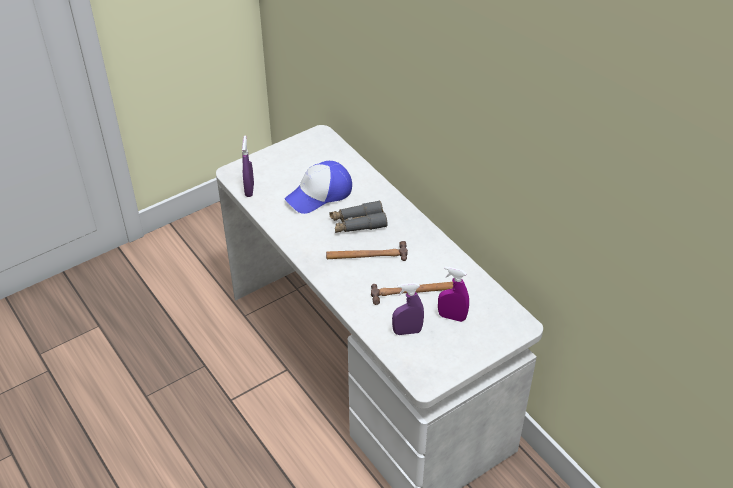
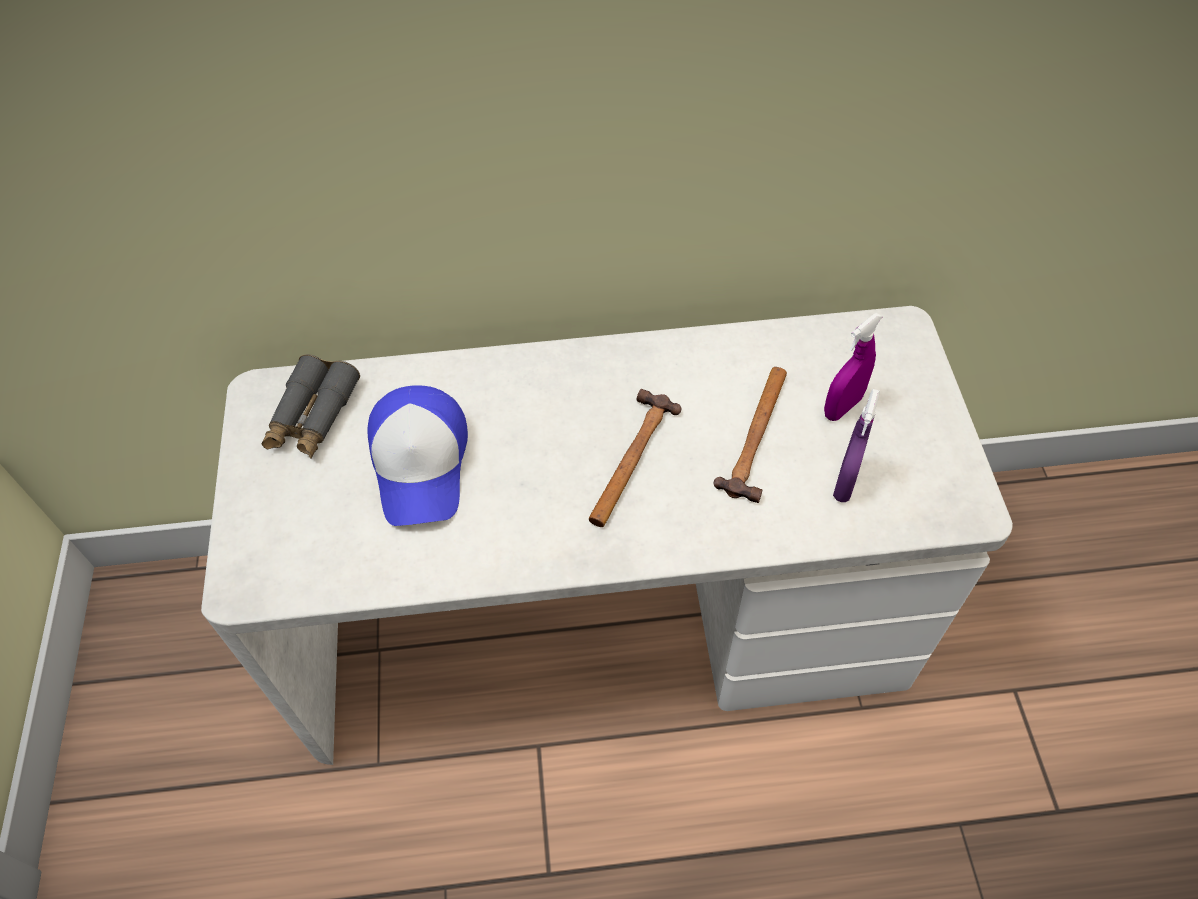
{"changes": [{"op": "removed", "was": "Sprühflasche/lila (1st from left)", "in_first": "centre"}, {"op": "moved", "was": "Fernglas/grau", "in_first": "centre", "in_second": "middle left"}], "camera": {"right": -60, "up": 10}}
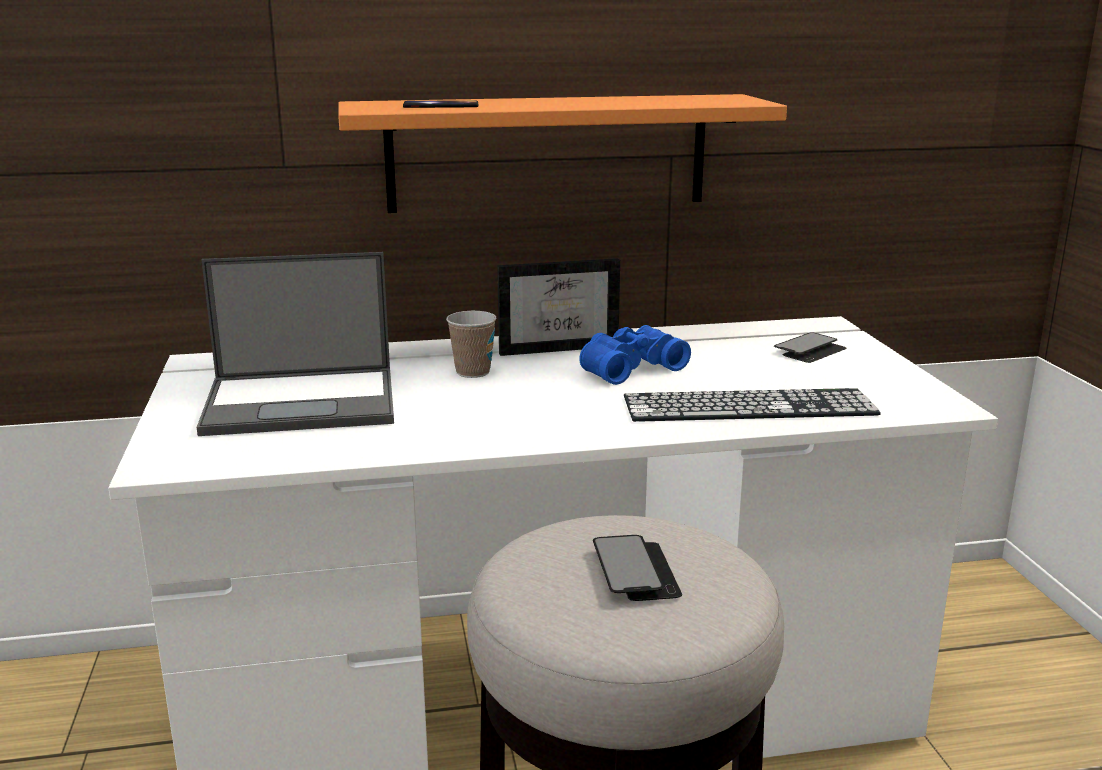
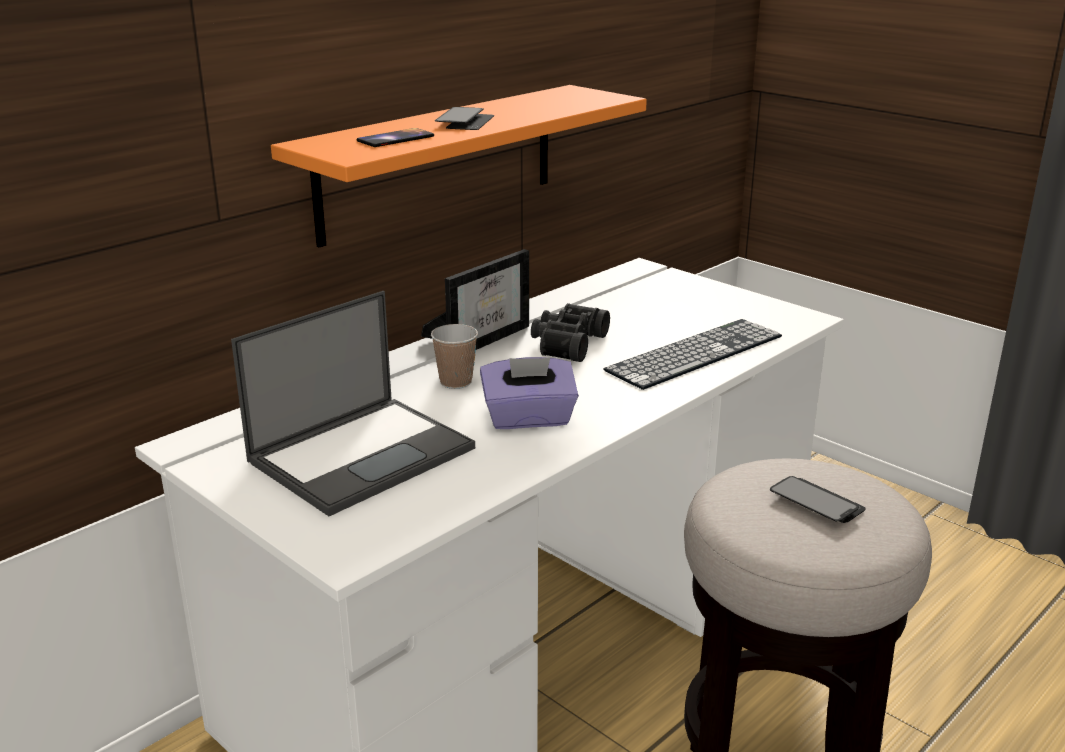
{"changes": [{"op": "recoloured", "was": "Fernglas/blau", "now": "Fernglas/schwarz", "in_first": "centre", "in_second": "centre"}, {"op": "moved", "was": "Handy (3rd from left in the first image)", "now": "Handy (2nd from left)", "in_first": "middle right", "in_second": "top centre"}, {"op": "added", "now": "Taschentuchbox/lila", "in_second": "centre"}], "camera": {"right": -35, "up": 5}}
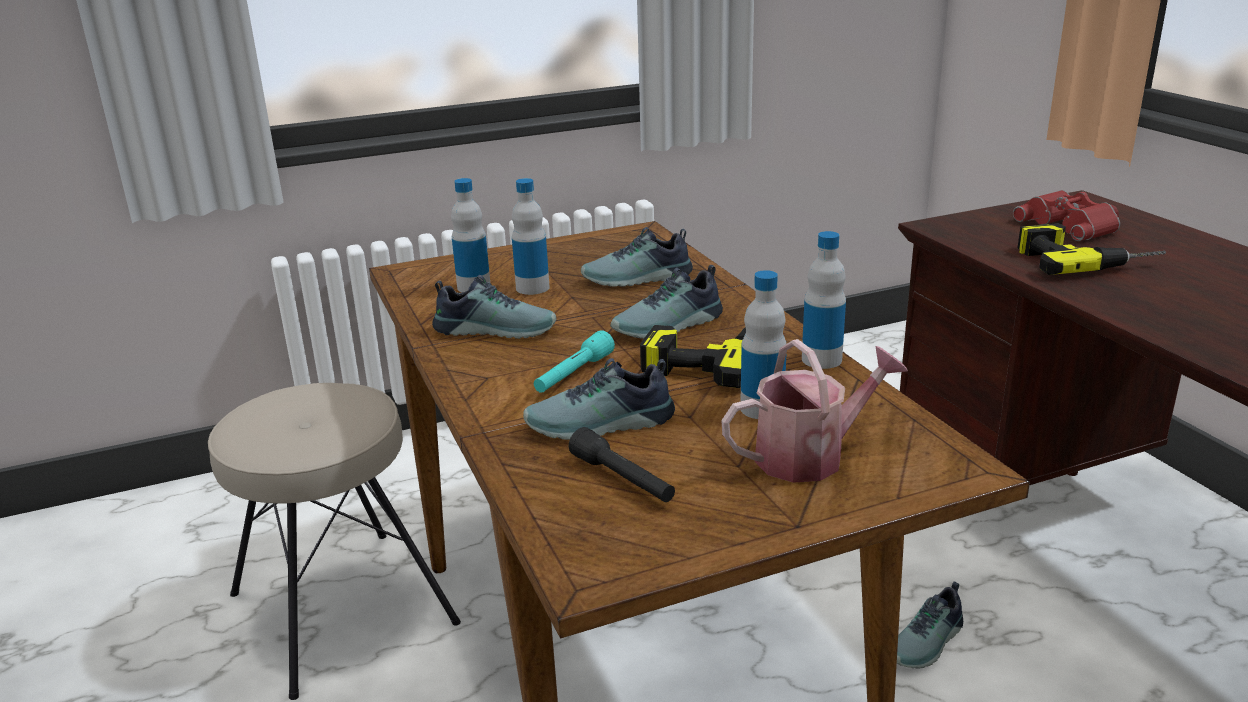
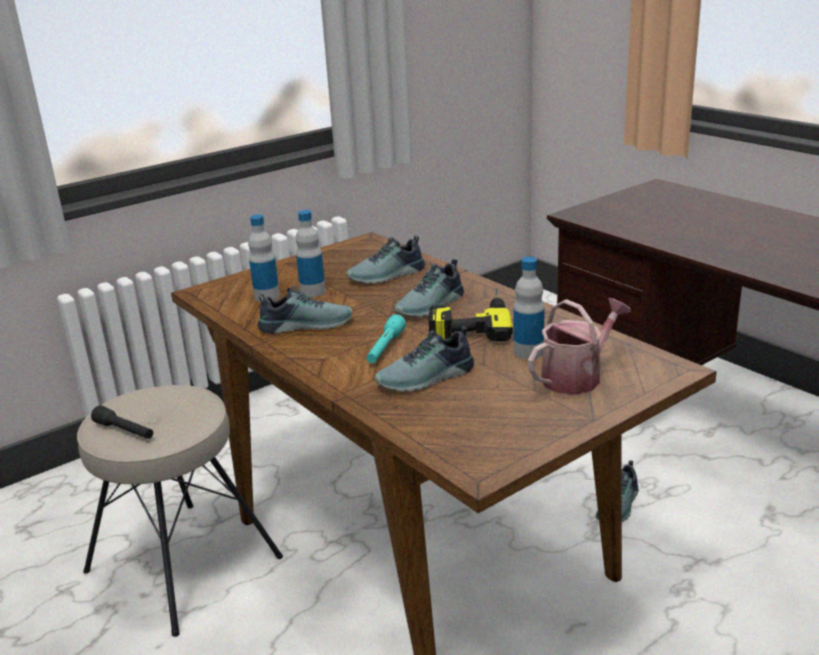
{"changes": [{"op": "moved", "was": "Taschenlampe/schwarz", "in_first": "centre", "in_second": "middle left"}, {"op": "removed", "was": "Flasche (4th from left)", "in_first": "centre"}, {"op": "removed", "was": "Fernglas/rot", "in_first": "top right"}, {"op": "removed", "was": "Bohrmaschine (2nd from left)", "in_first": "middle right"}], "camera": {"right": -15, "up": 0}}
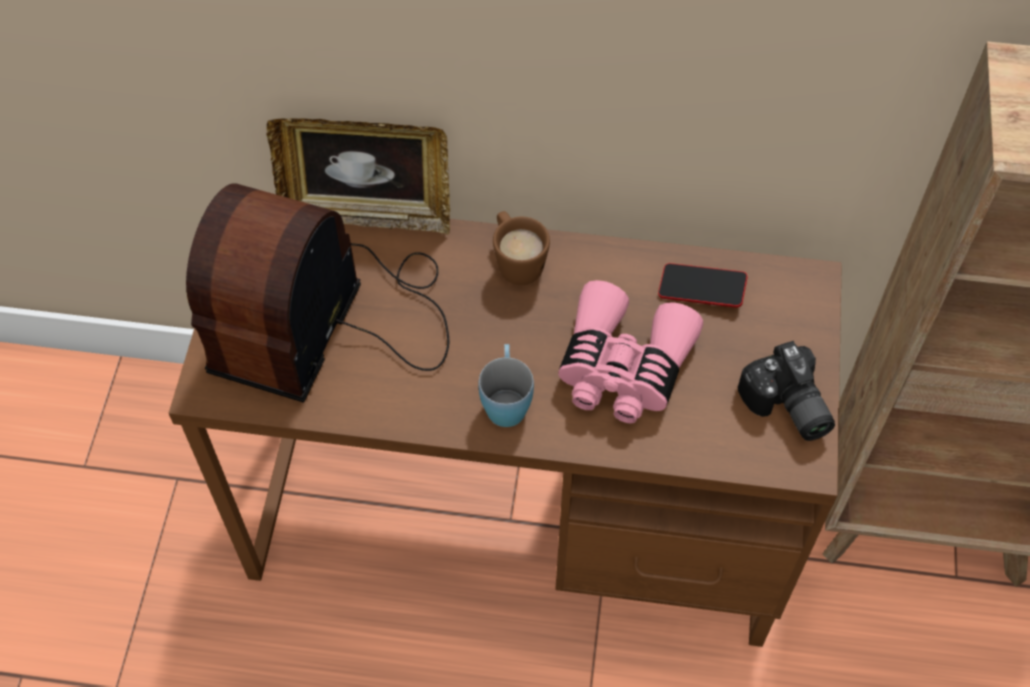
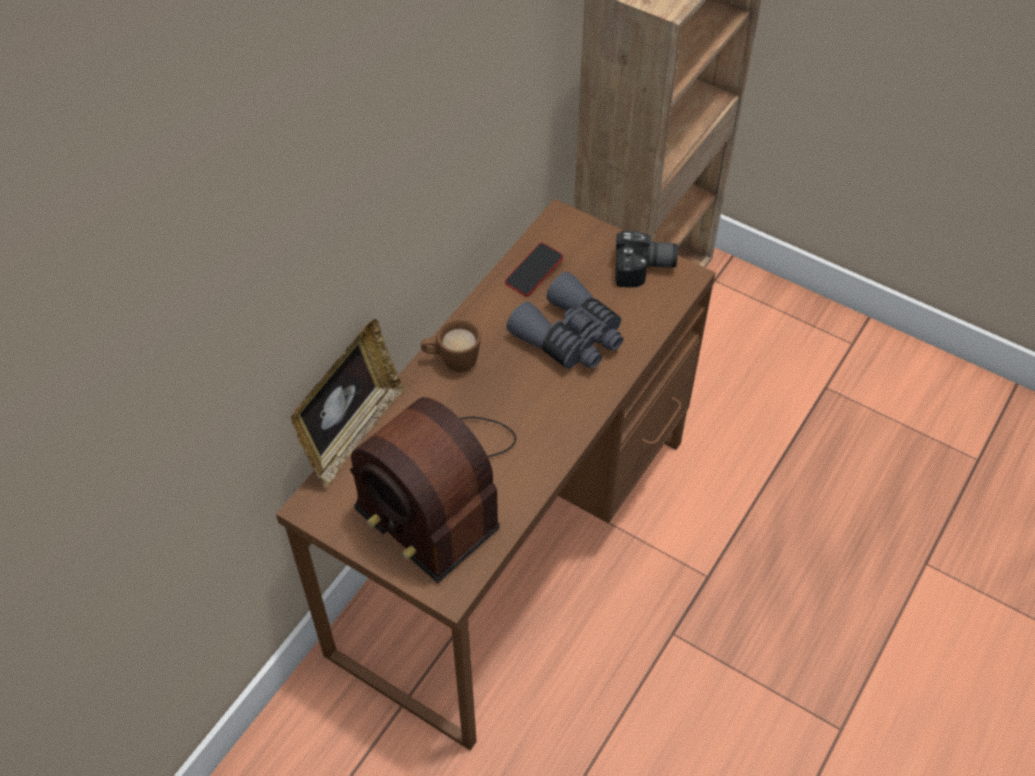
{"changes": [{"op": "removed", "was": "Henkelbecher/blau", "in_first": "centre"}, {"op": "recoloured", "was": "Fernglas/rosa", "now": "Fernglas/grau", "in_first": "centre", "in_second": "centre"}], "camera": {"right": -65, "up": -5}}
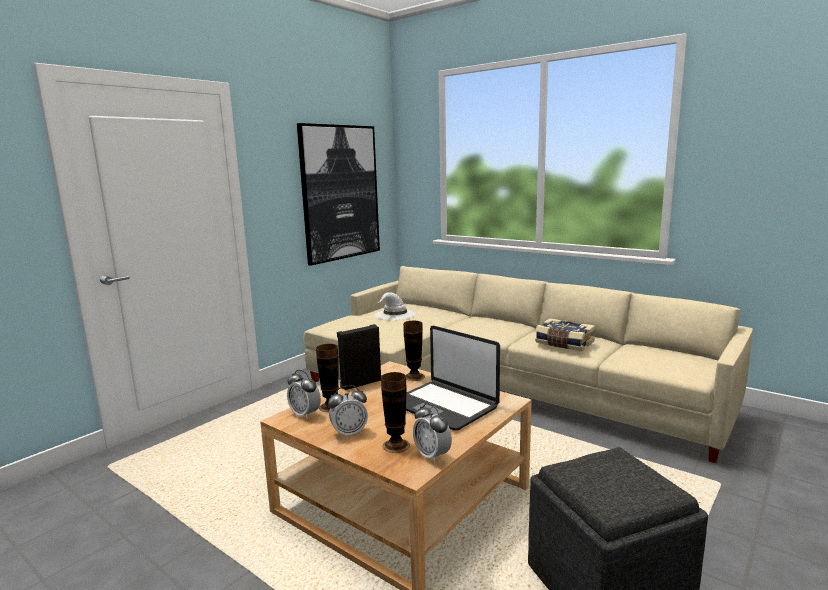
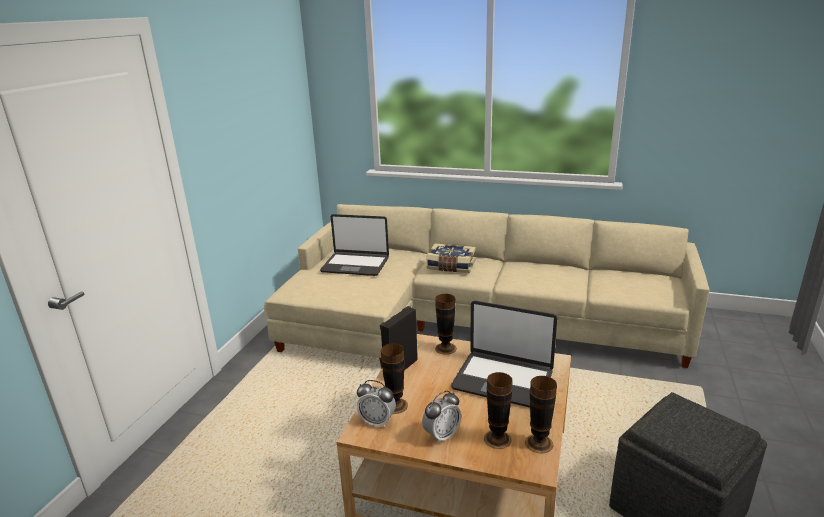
{"changes": [{"op": "removed", "was": "Bild", "in_first": "top centre"}, {"op": "replaced", "was": "Hut/weiß", "now": "Laptop (1st from left)", "in_first": "centre", "in_second": "centre"}, {"op": "replaced", "was": "Wecker (3rd from left)", "now": "Vase (4th from left)", "in_first": "bottom centre", "in_second": "bottom centre"}, {"op": "moved", "was": "Buch", "in_first": "middle right", "in_second": "centre"}], "camera": {"right": -20, "up": 10}}
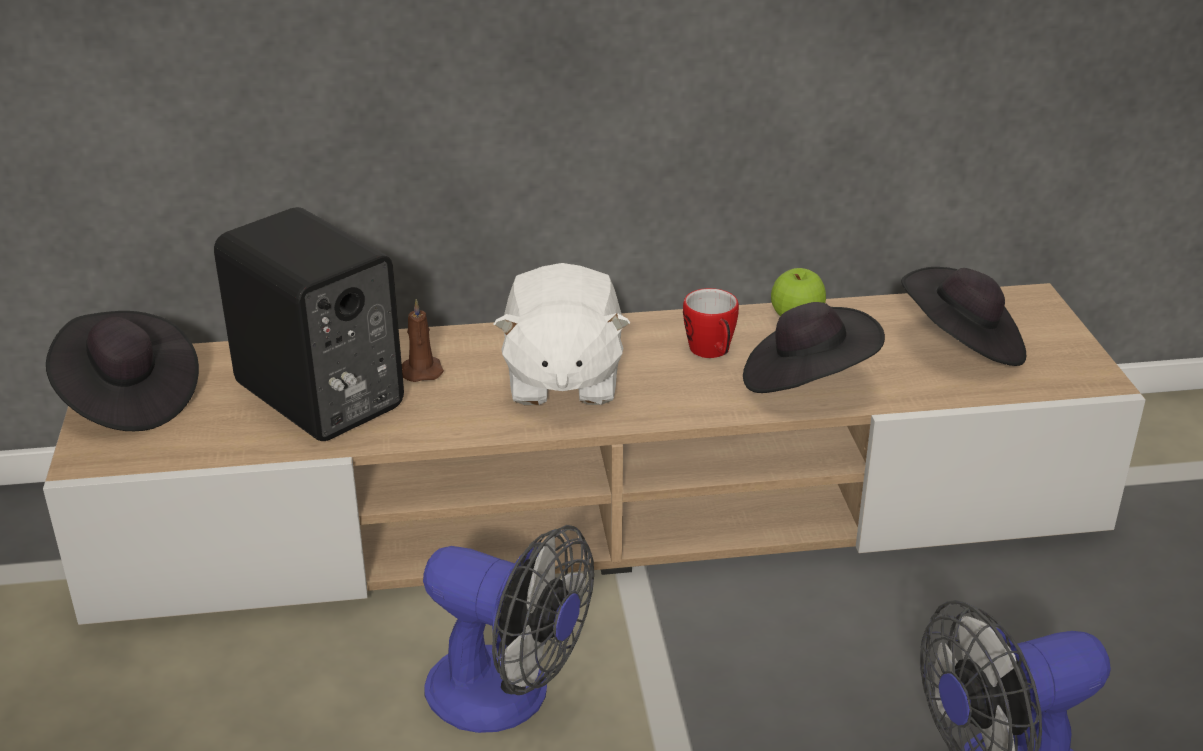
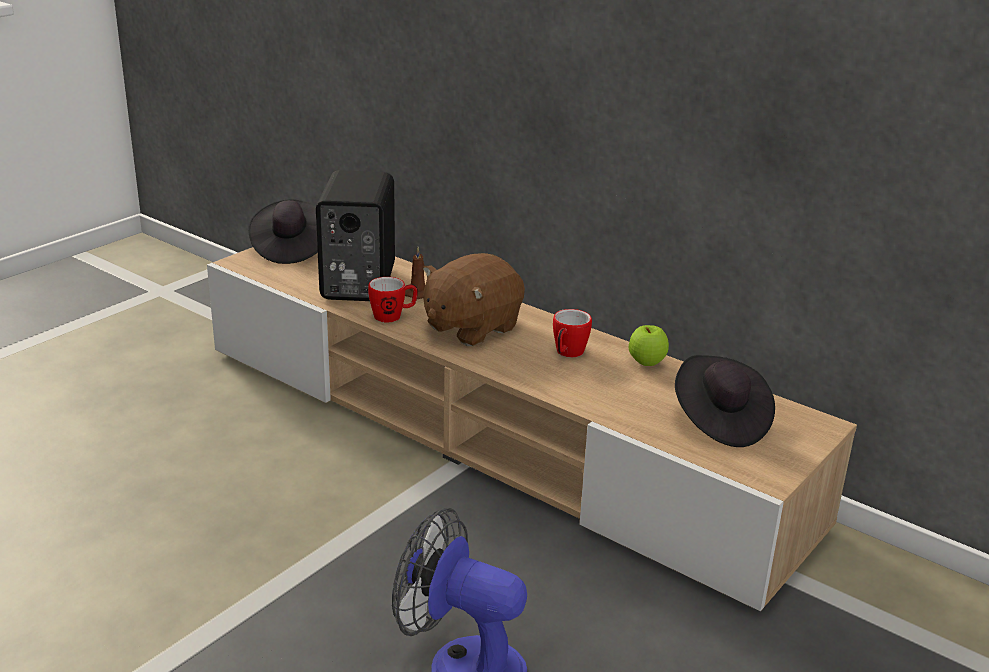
{"changes": [{"op": "removed", "was": "Ventilator (1st from left)", "in_first": "bottom centre"}, {"op": "recoloured", "was": "Plüschtier/weiß", "now": "Plüschtier/braun", "in_first": "centre", "in_second": "centre"}, {"op": "removed", "was": "Hut/schwarz (2nd from left)", "in_first": "middle right"}, {"op": "added", "now": "Henkelbecher (1st from left)", "in_second": "centre"}], "camera": {"right": 45, "up": -5}}
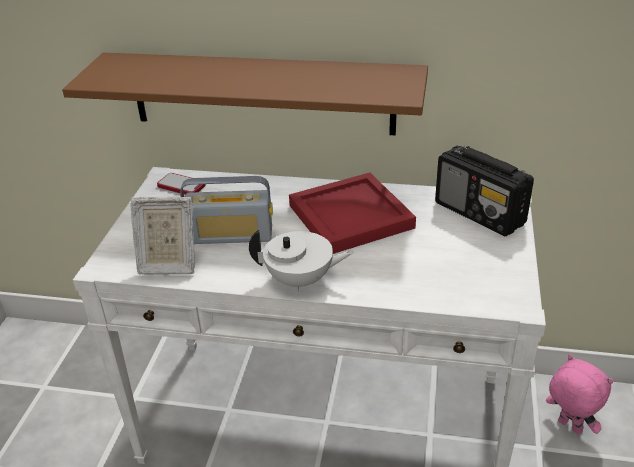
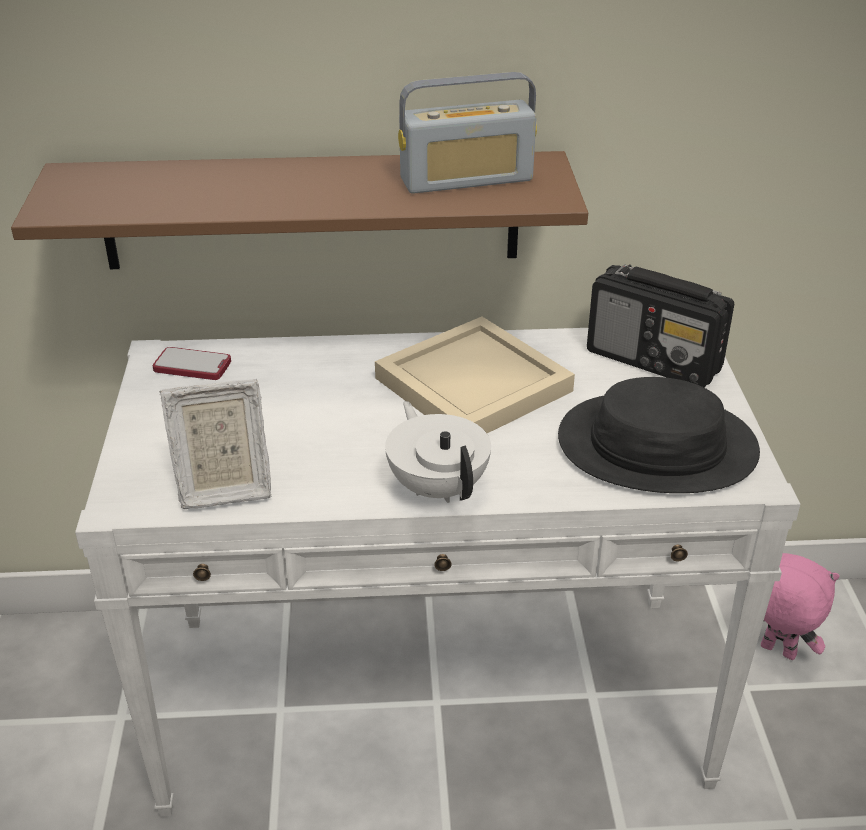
{"changes": [{"op": "moved", "was": "Radio (1st from left)", "in_first": "centre", "in_second": "top centre"}, {"op": "turned", "was": "Teekanne/weiß", "in_first": "centre", "in_second": "centre", "clockwise": -105}, {"op": "recoloured", "was": "Tablett/rot", "now": "Tablett/beige", "in_first": "centre", "in_second": "centre"}, {"op": "added", "now": "Hut/schwarz", "in_second": "middle right"}], "camera": {"right": -15, "up": 0}}
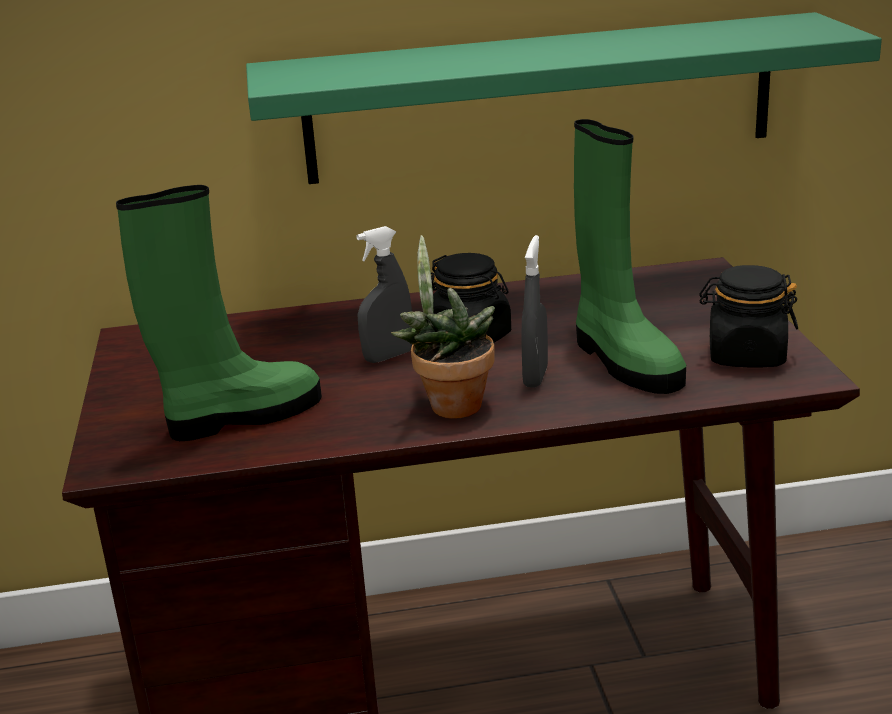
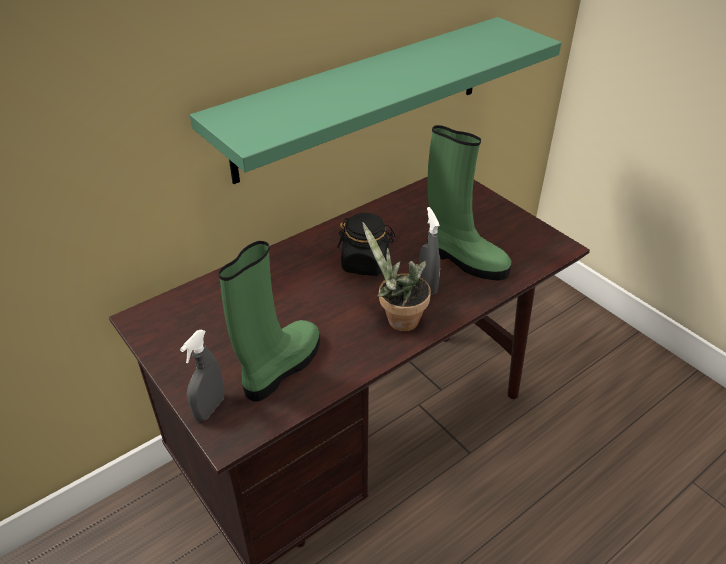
{"changes": [{"op": "moved", "was": "Sprühflasche/grau (1st from left)", "in_first": "centre", "in_second": "bottom left"}, {"op": "removed", "was": "Vorratsglas/schwarz (2nd from left)", "in_first": "middle right"}], "camera": {"right": -30, "up": 15}}
